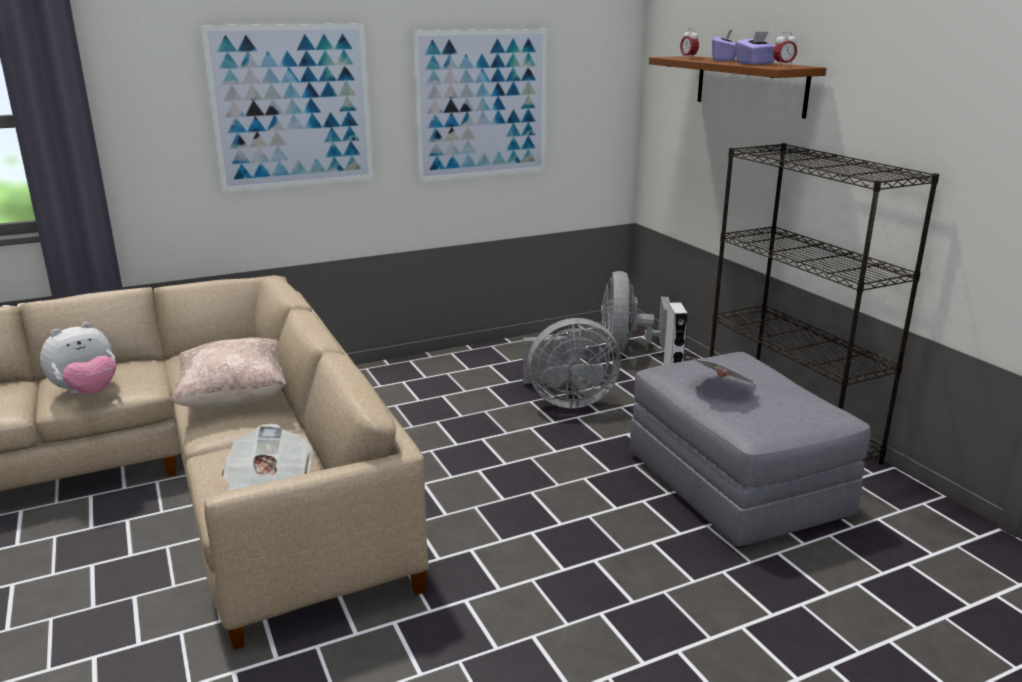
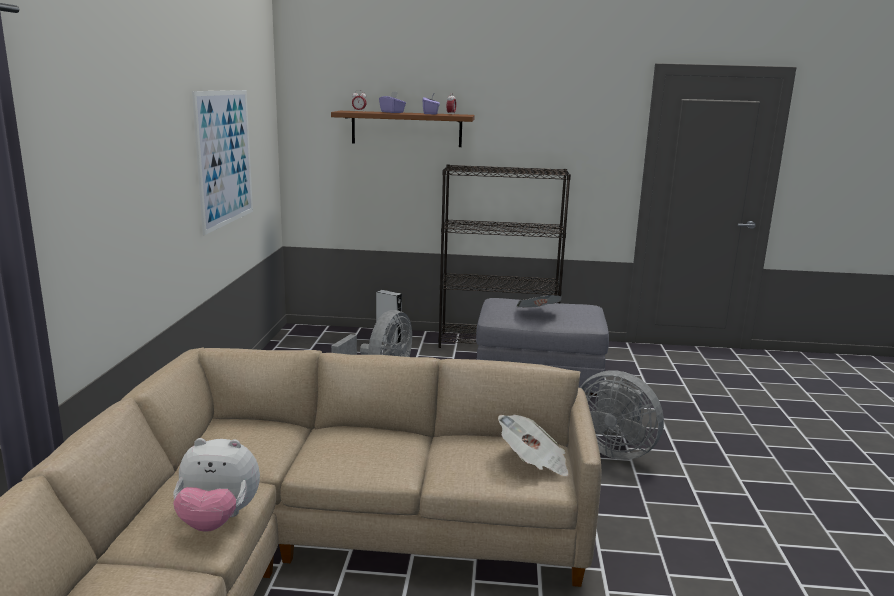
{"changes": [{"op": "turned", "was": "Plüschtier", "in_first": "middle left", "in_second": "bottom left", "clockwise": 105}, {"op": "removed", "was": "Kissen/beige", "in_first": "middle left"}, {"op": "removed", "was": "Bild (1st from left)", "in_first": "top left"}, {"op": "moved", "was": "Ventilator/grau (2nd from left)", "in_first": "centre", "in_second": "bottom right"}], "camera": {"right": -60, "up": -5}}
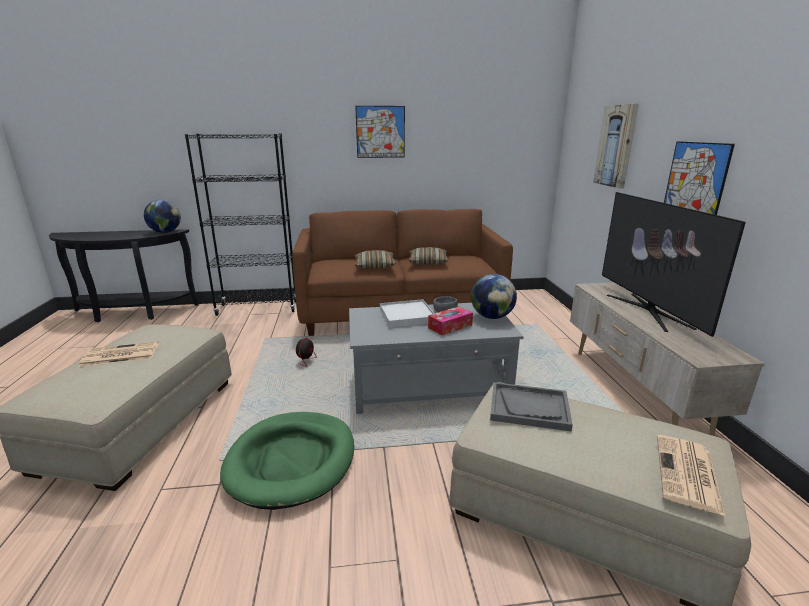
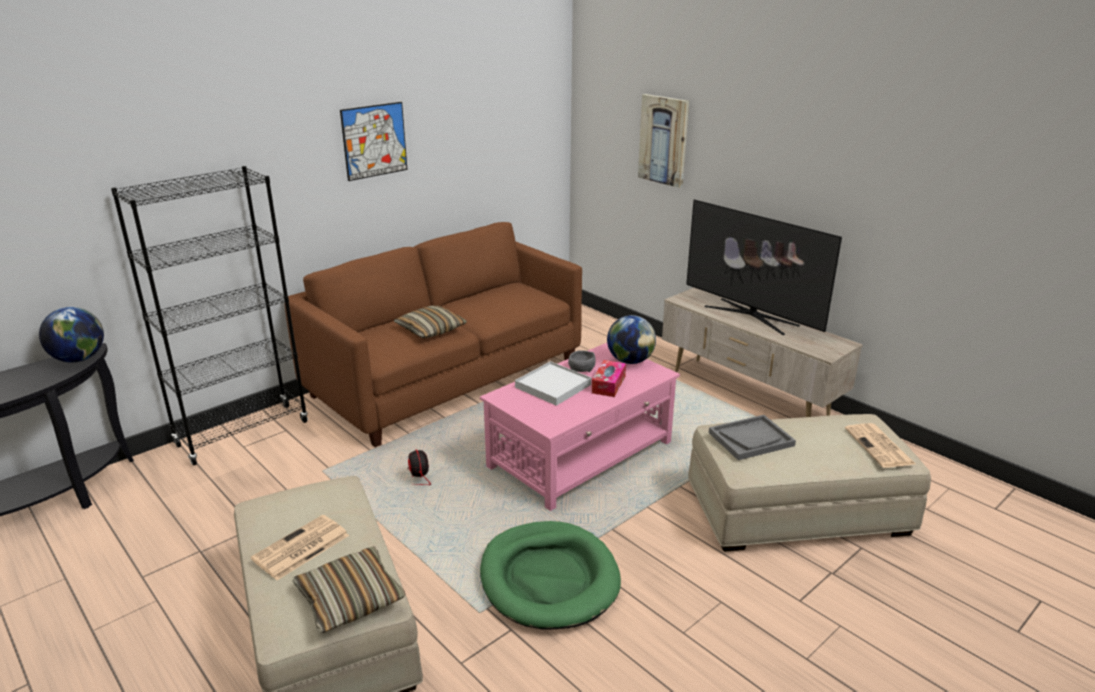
{"changes": [{"op": "recoloured", "was": "Couchtisch/grau", "now": "Couchtisch/rosa", "in_first": "centre", "in_second": "centre"}, {"op": "moved", "was": "Kissen (2nd from left in the first image)", "now": "Kissen (1st from left)", "in_first": "centre", "in_second": "bottom left"}, {"op": "removed", "was": "Bild (3rd from left)", "in_first": "top right"}], "camera": {"right": -35, "up": 5}}
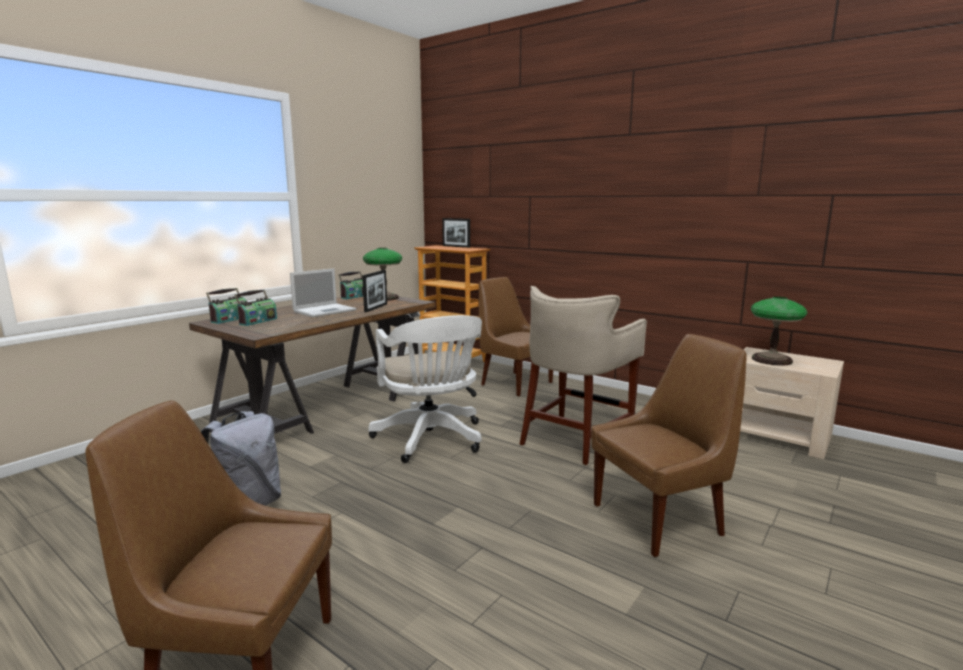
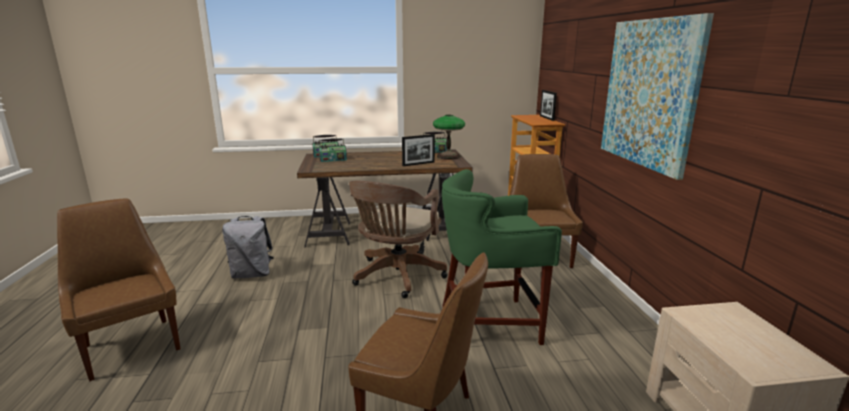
{"changes": [{"op": "removed", "was": "Laptop", "in_first": "centre"}, {"op": "recoloured", "was": "Bürostuhl/weiß", "now": "Bürostuhl/braun", "in_first": "centre", "in_second": "centre"}, {"op": "recoloured", "was": "Hocker/beige", "now": "Hocker/grün", "in_first": "centre", "in_second": "centre"}, {"op": "removed", "was": "Tischlampe (2nd from left)", "in_first": "middle right"}, {"op": "added", "now": "Bild", "in_second": "top right"}], "camera": {"right": 45, "up": 5}}
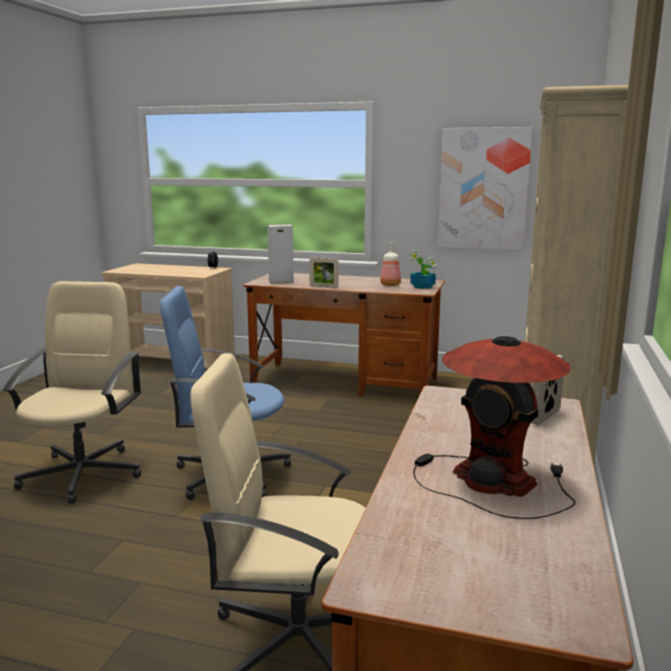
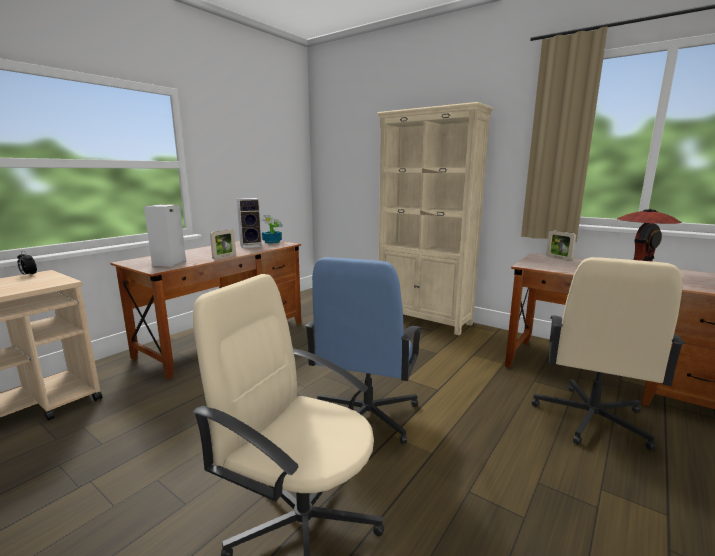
{"changes": [{"op": "replaced", "was": "Flasche", "now": "Lautsprecher (2nd from left)", "in_first": "centre", "in_second": "centre"}, {"op": "removed", "was": "Bild", "in_first": "top right"}], "camera": {"right": -70, "up": 0}}
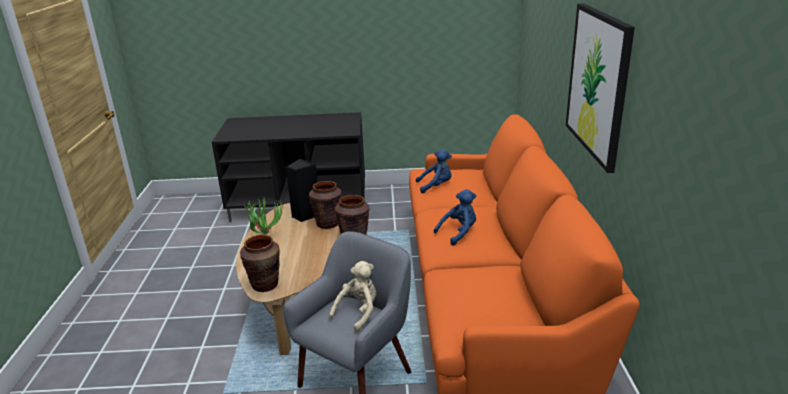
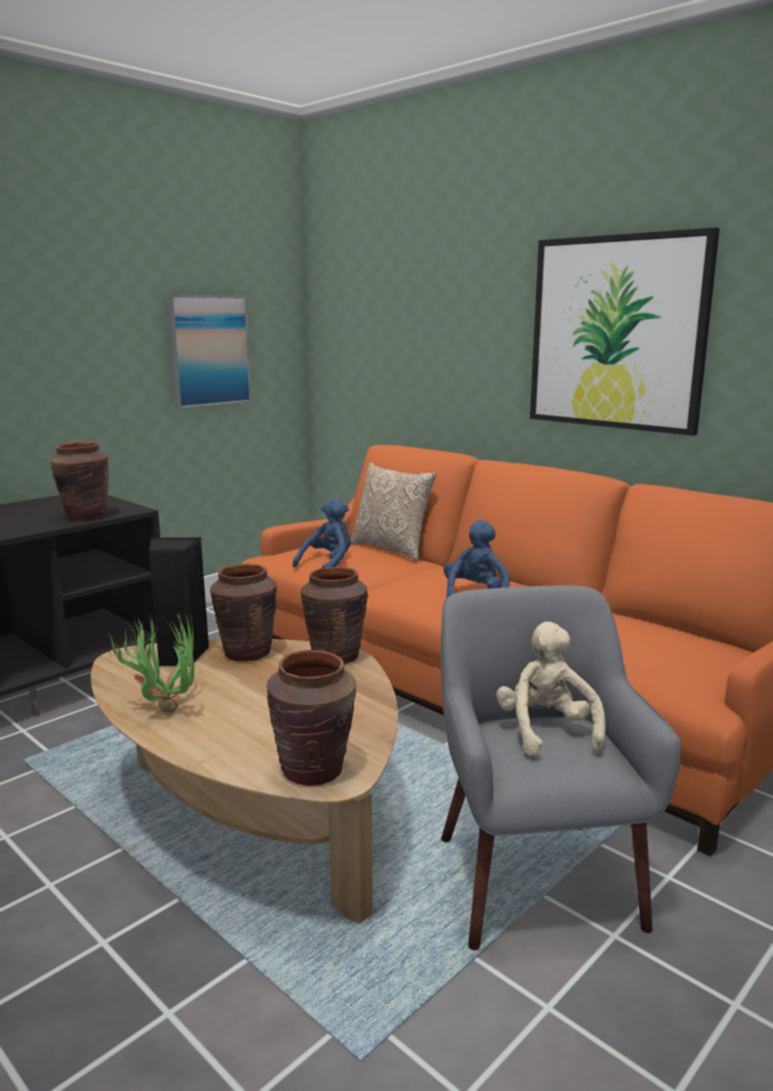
{"changes": [{"op": "added", "now": "Vase/braun (1st from left)", "in_second": "middle left"}, {"op": "added", "now": "Bild (1st from left)", "in_second": "top left"}, {"op": "added", "now": "Kissen", "in_second": "centre"}], "camera": {"right": -45, "up": -10}}
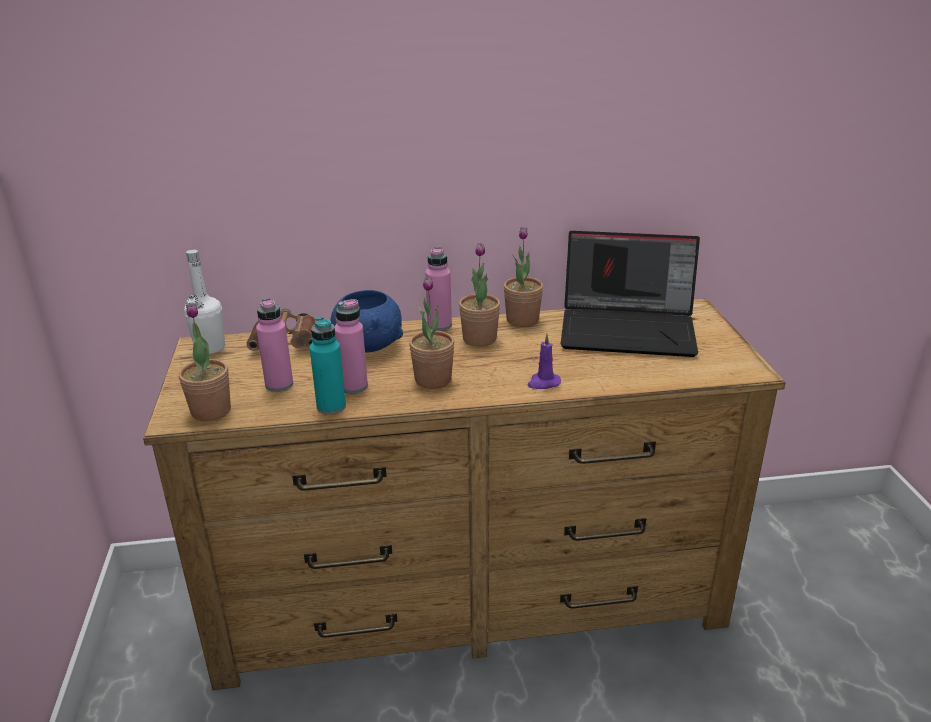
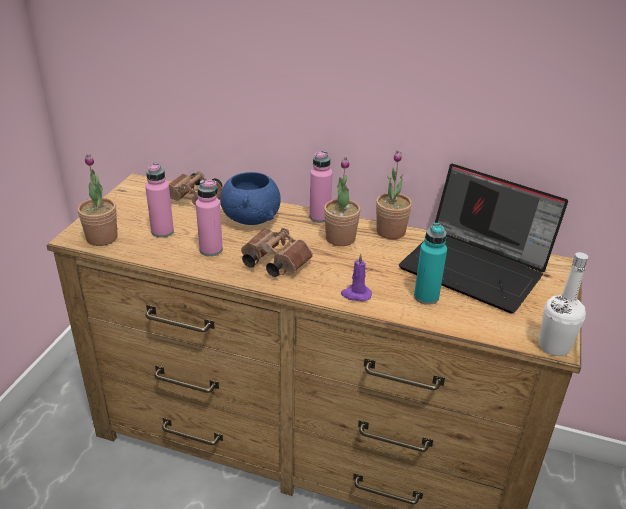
{"changes": [{"op": "moved", "was": "Flasche/weiß", "in_first": "middle left", "in_second": "middle right"}, {"op": "moved", "was": "Flasche/türkis", "in_first": "centre", "in_second": "middle right"}, {"op": "replaced", "was": "Topfpflanze (2nd from left)", "now": "Fernglas/braun (2nd from left)", "in_first": "centre", "in_second": "centre"}], "camera": {"right": 25, "up": 5}}
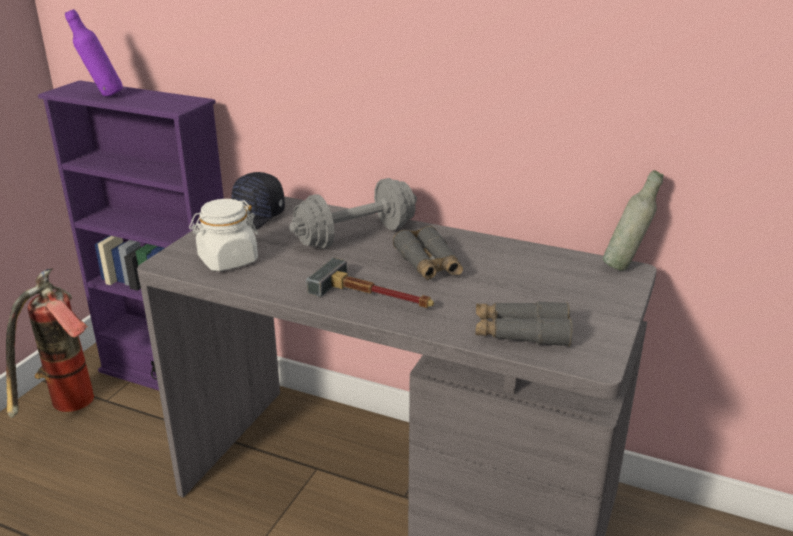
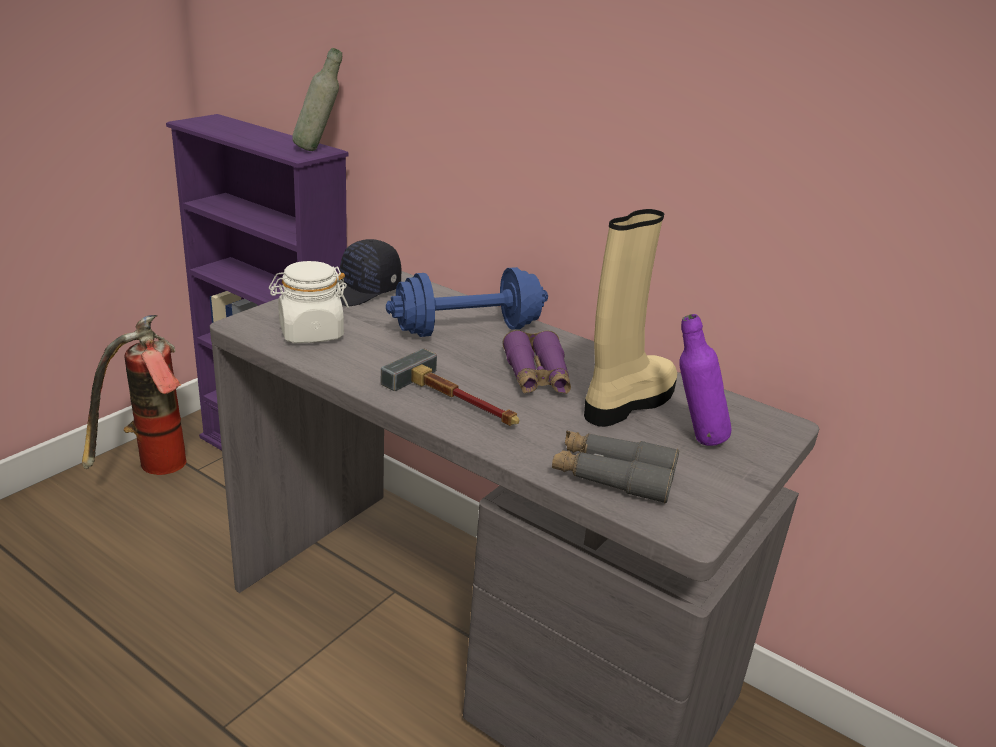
{"changes": [{"op": "moved", "was": "Flasche/lila", "in_first": "top left", "in_second": "middle right"}, {"op": "recoloured", "was": "Hantel/grau", "now": "Hantel/blau", "in_first": "centre", "in_second": "centre"}, {"op": "recoloured", "was": "Fernglas/grau (1st from left)", "now": "Fernglas/lila", "in_first": "centre", "in_second": "centre"}, {"op": "moved", "was": "Flasche/grau", "in_first": "middle right", "in_second": "top left"}, {"op": "added", "now": "Stiefel/beige", "in_second": "centre"}], "camera": {"right": 10, "up": 0}}
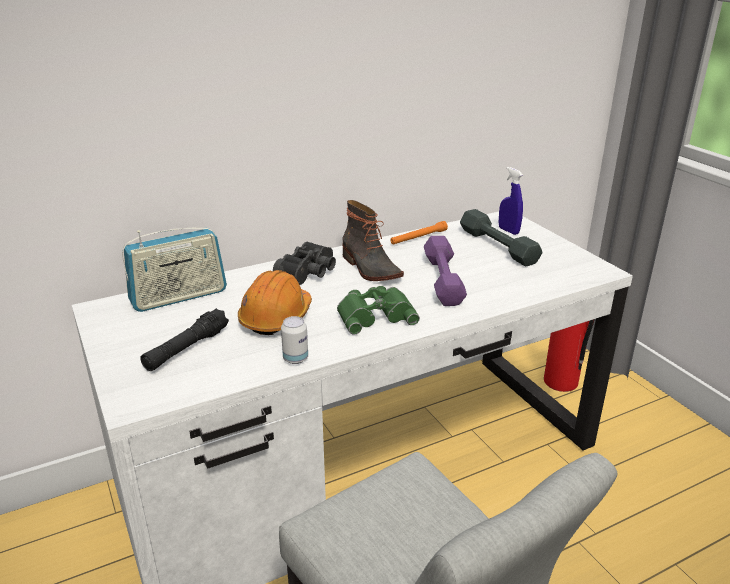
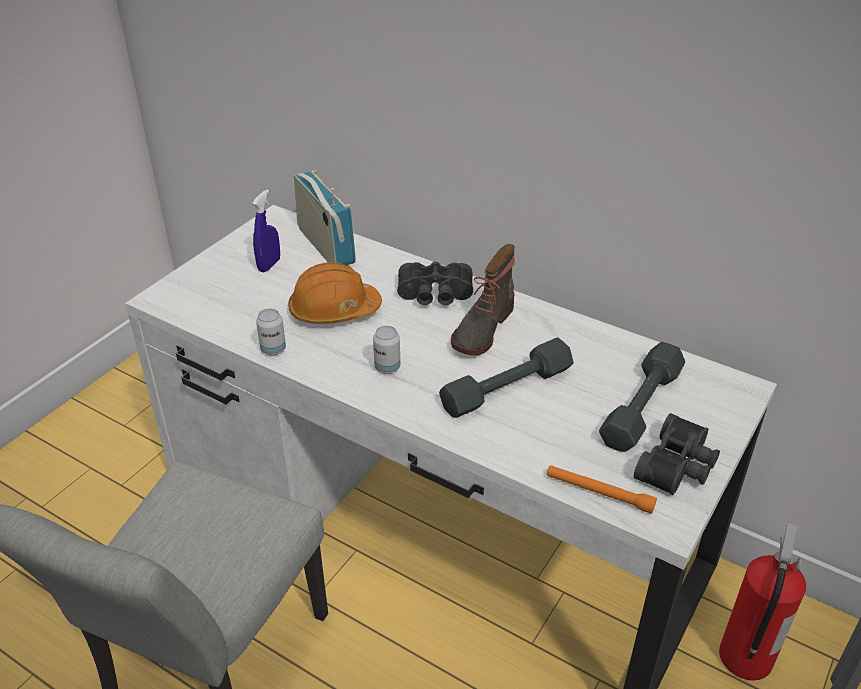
{"changes": [{"op": "turned", "was": "Radio", "in_first": "middle left", "in_second": "top centre", "clockwise": -150}, {"op": "removed", "was": "Taschenlampe/schwarz", "in_first": "middle left"}, {"op": "replaced", "was": "Fernglas/grün", "now": "Dose (2nd from left)", "in_first": "centre", "in_second": "centre"}, {"op": "moved", "was": "Taschenlampe/orange", "in_first": "centre", "in_second": "bottom right"}, {"op": "recoloured", "was": "Hantel/lila", "now": "Hantel/grau (1st from left)", "in_first": "centre", "in_second": "centre"}, {"op": "moved", "was": "Sprühflasche/blau", "in_first": "middle right", "in_second": "middle left"}, {"op": "added", "now": "Fernglas/schwarz (2nd from left)", "in_second": "middle right"}], "camera": {"right": 60, "up": 10}}
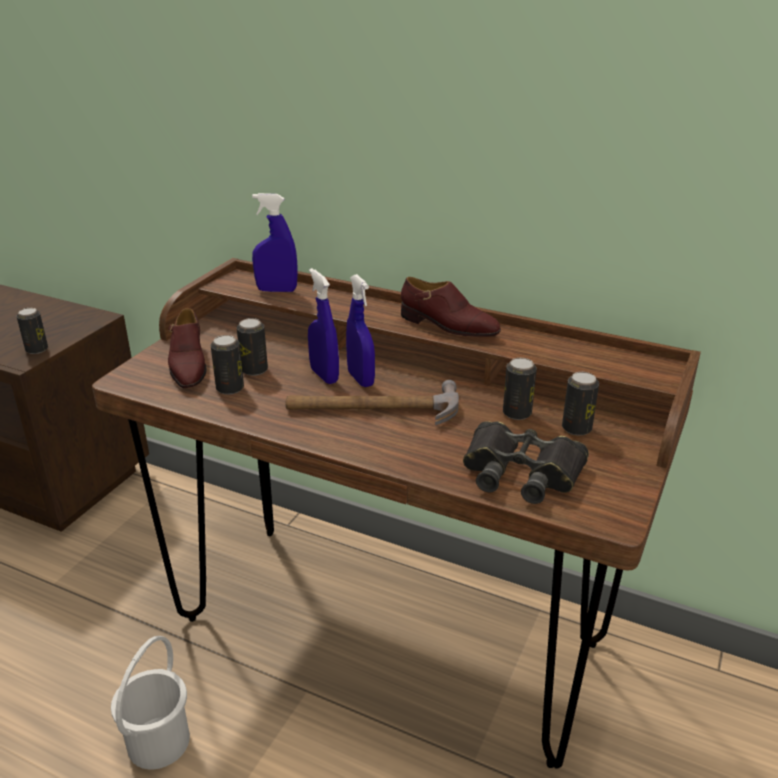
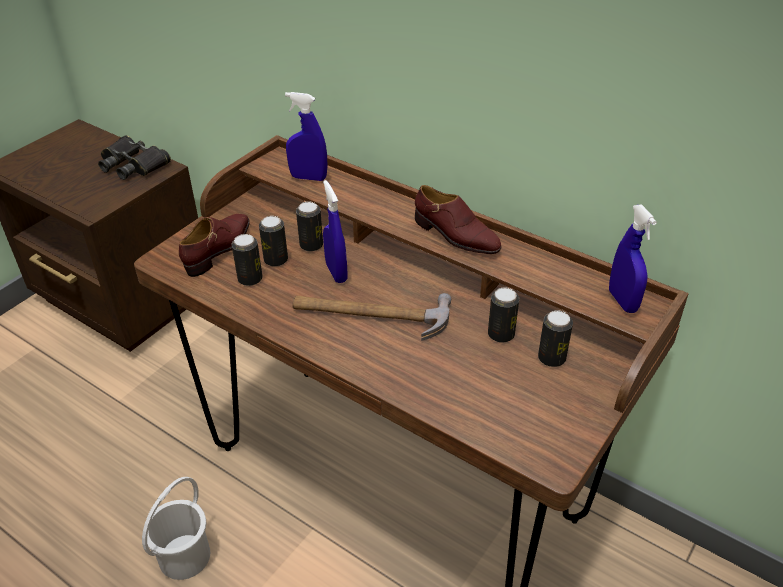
{"changes": [{"op": "moved", "was": "Dose (1st from left in the first image)", "now": "Dose (3rd from left)", "in_first": "middle left", "in_second": "centre"}, {"op": "turned", "was": "Schuh/braun (1st from left)", "in_first": "middle left", "in_second": "middle left", "clockwise": -150}, {"op": "moved", "was": "Sprühflasche/blau (3rd from left)", "in_first": "centre", "in_second": "middle right"}, {"op": "moved", "was": "Fernglas/schwarz", "in_first": "middle right", "in_second": "top left"}], "camera": {"right": 10, "up": 10}}
